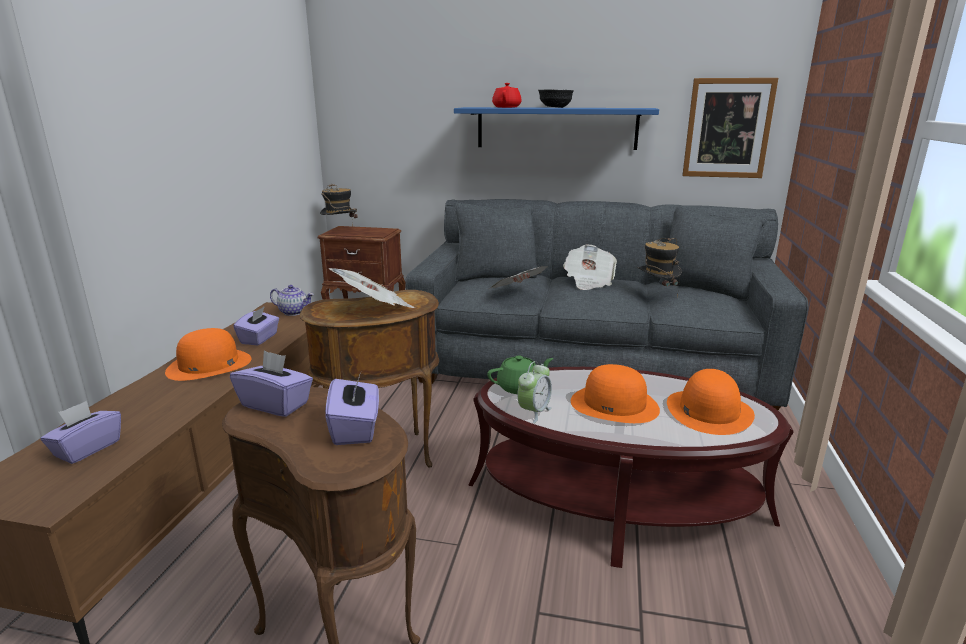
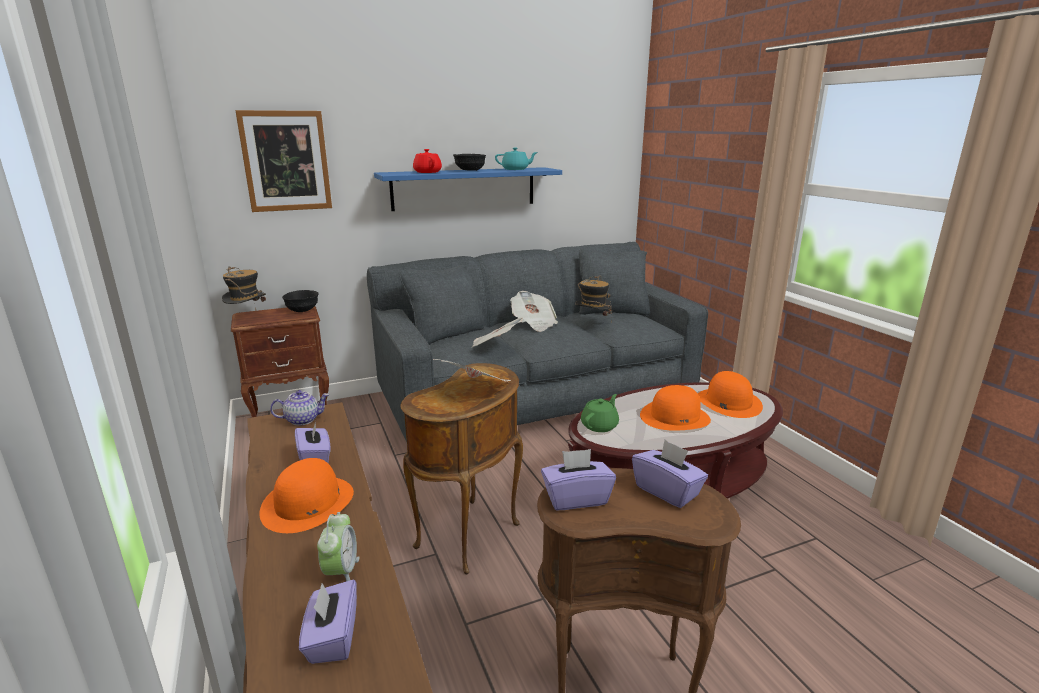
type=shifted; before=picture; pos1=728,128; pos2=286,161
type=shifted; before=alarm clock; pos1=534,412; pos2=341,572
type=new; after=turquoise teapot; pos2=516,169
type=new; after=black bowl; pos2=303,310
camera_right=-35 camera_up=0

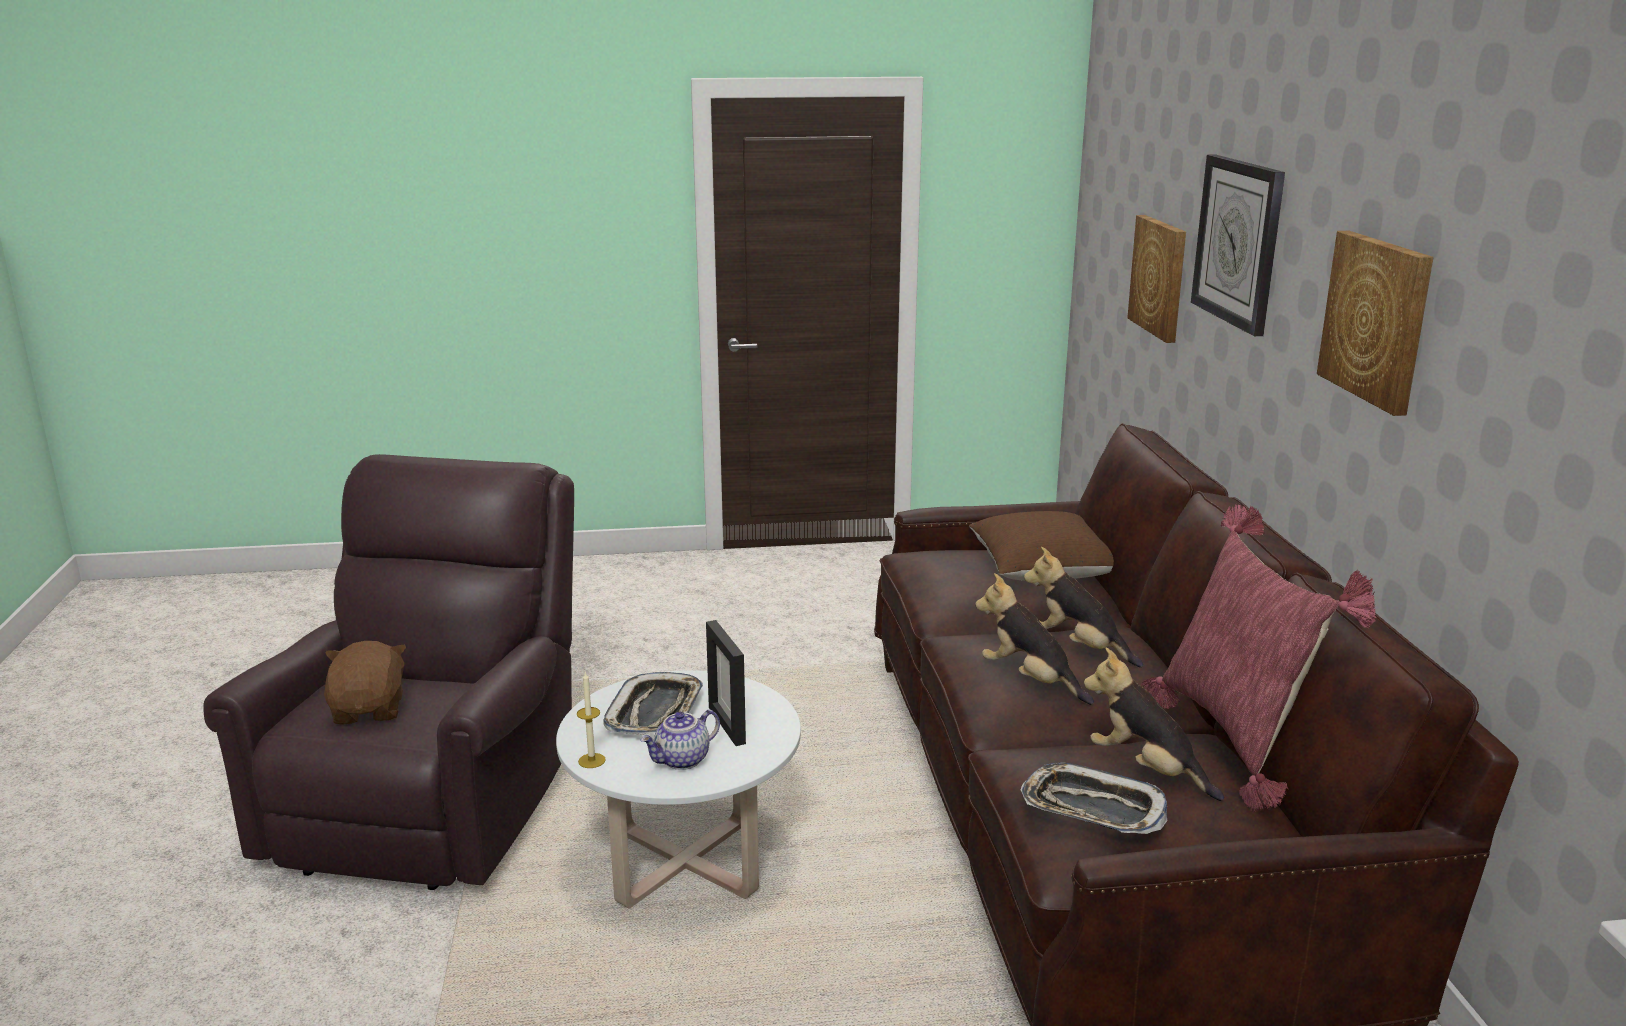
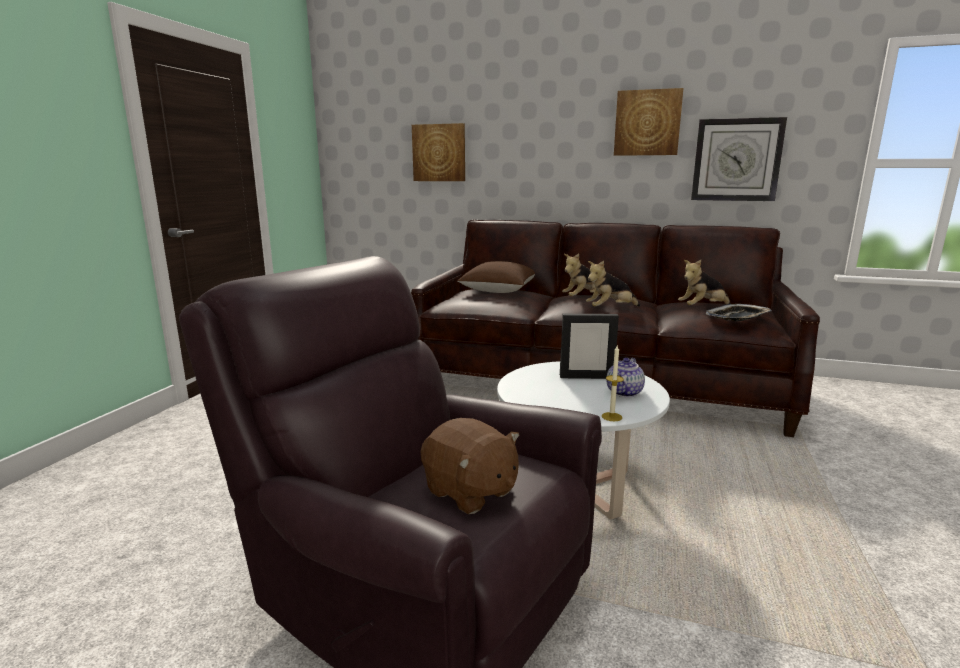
type=shifted; before=wall clock; pos1=1238,242; pos2=736,160
type=gone; before=red pillow; pos1=1237,752
type=rotated; before=brown plush toy; pos1=370,710; pos2=470,491; turn=-150
type=gone; before=tray; pos1=655,712
type=rotated; before=teapot; pos1=682,761; pos2=625,393; turn=45
camera_right=-65 camera_up=-5

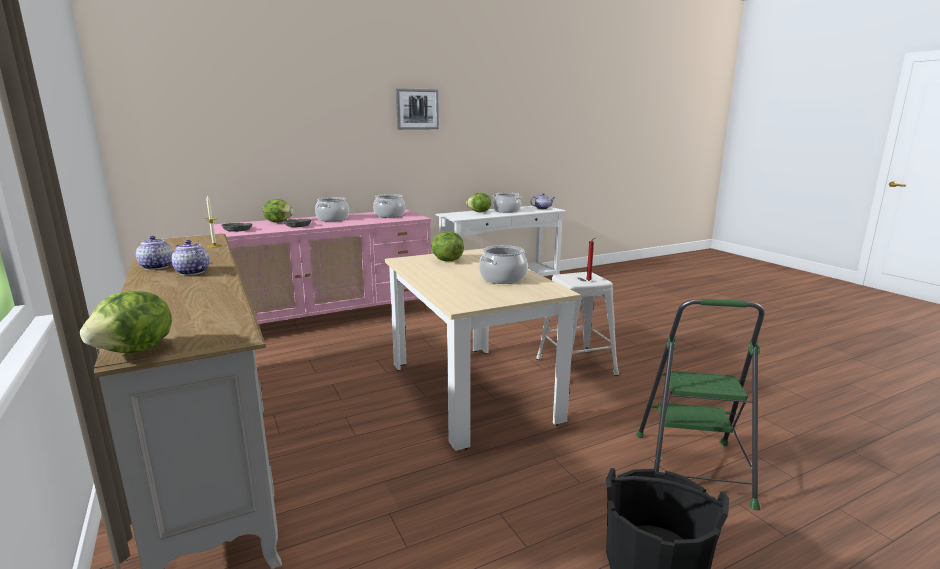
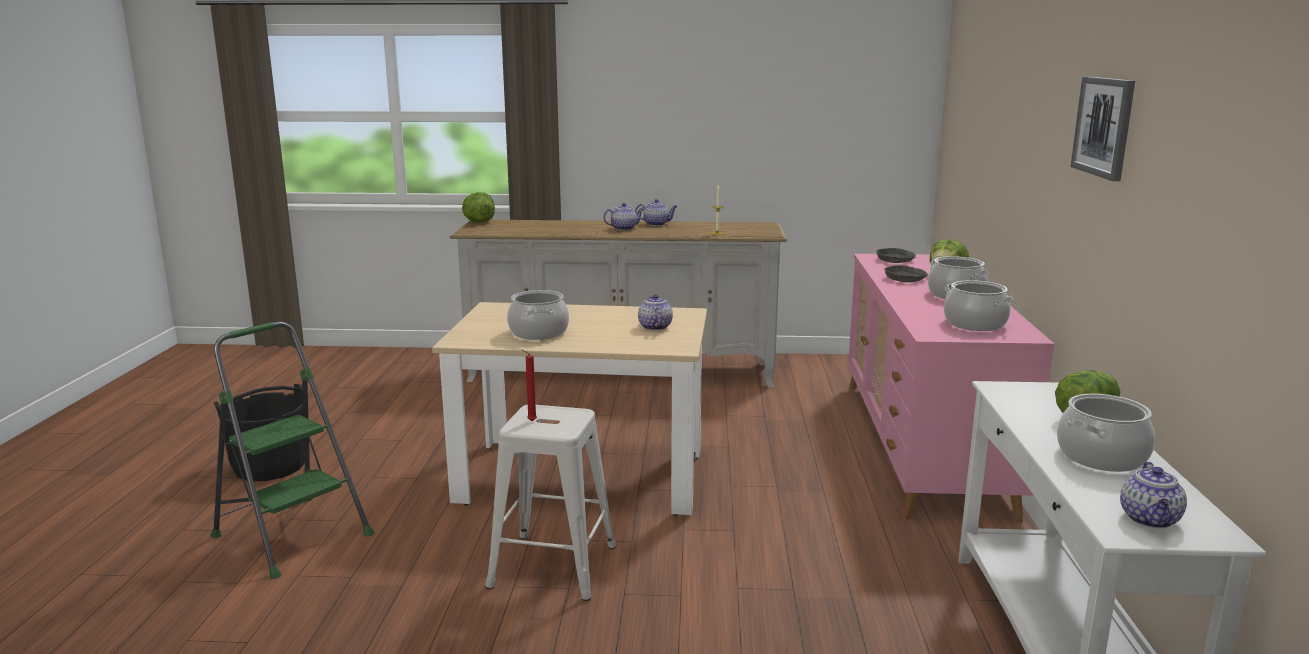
type=swapped; before=lettuce; after=teapot; pos1=446,260; pos2=654,327
camera_right=120 camera_up=0

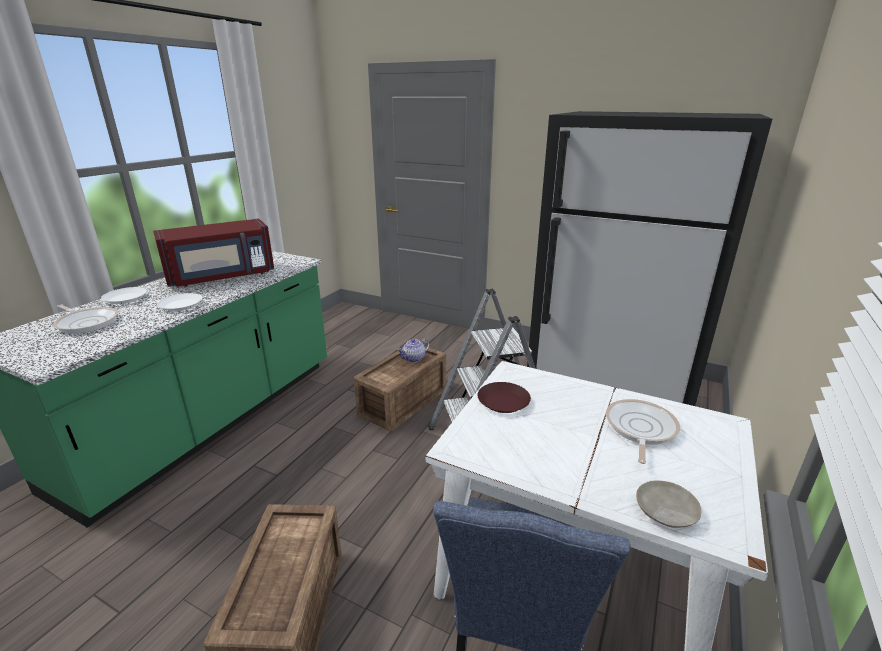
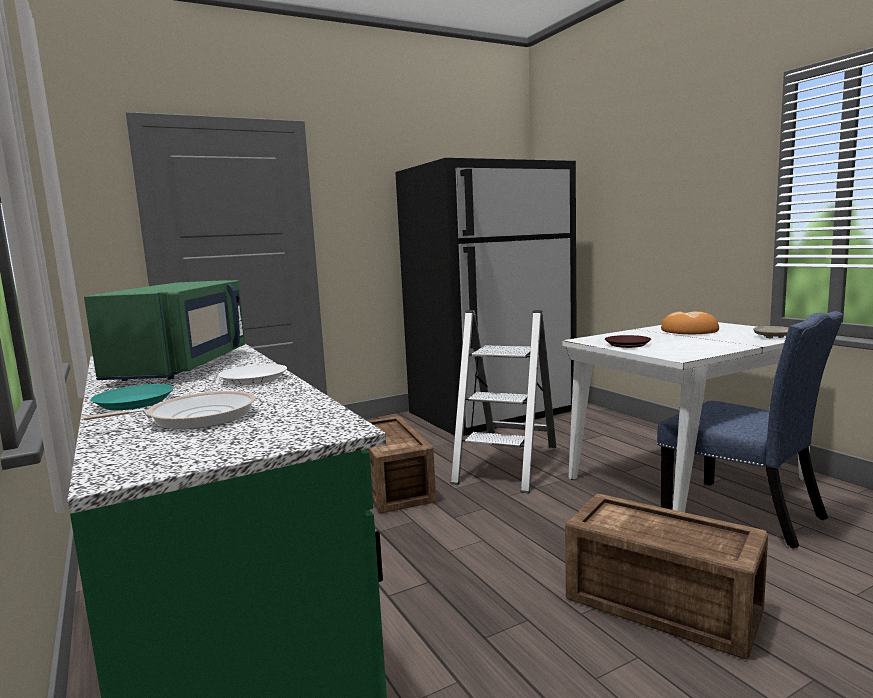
type=repainted; before=red microwave; after=green microwave; pos1=222,277; pos2=183,366
type=repainted; before=white plate; after=turquoise plate; pos1=125,299; pos2=134,403
type=gone; before=teapot; pos1=414,358
type=swapped; before=frying pan; after=bread; pos1=639,429; pos2=689,331
camera_right=-55 camera_up=-15

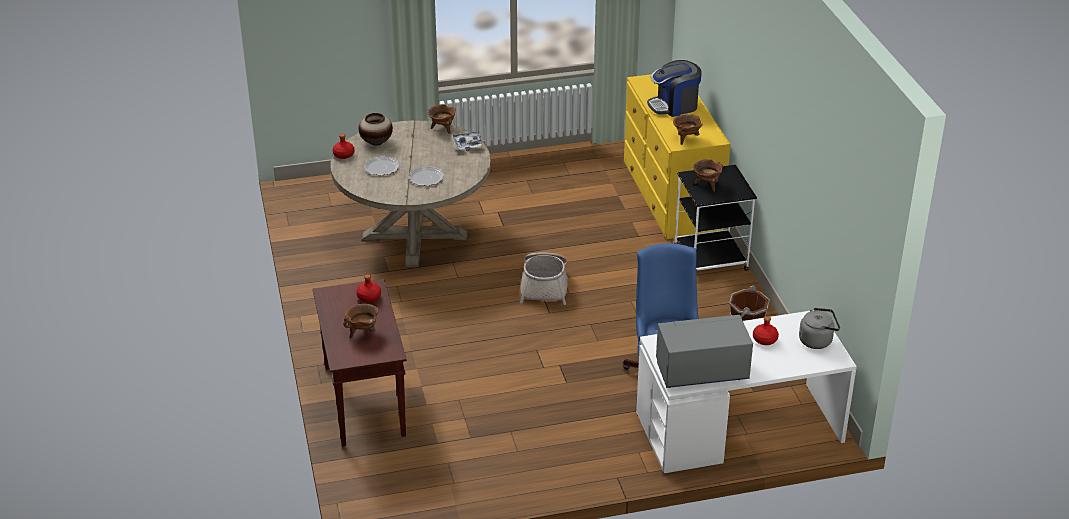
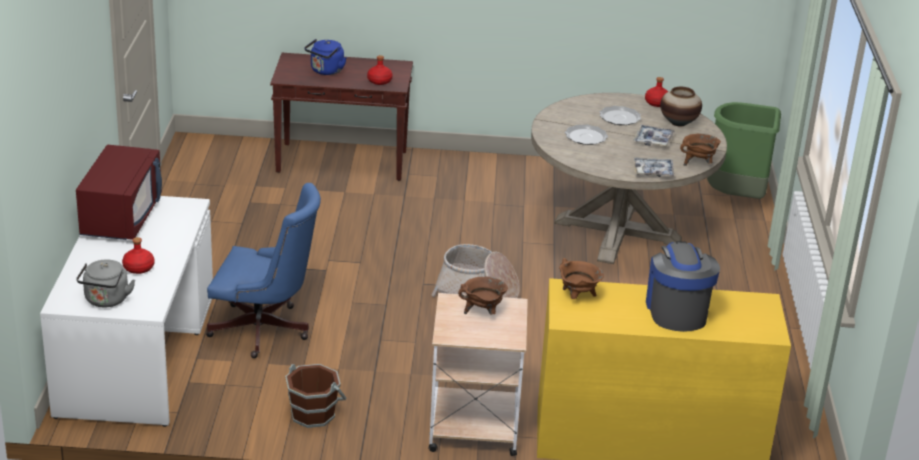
type=repainted; before=black cart; after=beige cart; pos1=711,259; pos2=472,427
type=swapped; before=brown cooking pot; after=blue kettle; pos1=363,332; pos2=326,71
type=repainted; before=grey microwave; after=red microwave; pos1=701,371; pos2=121,217
type=new; after=green trash can; pos2=737,197
type=new; after=tray; pos2=653,140
camera_right=105 camera_up=-5

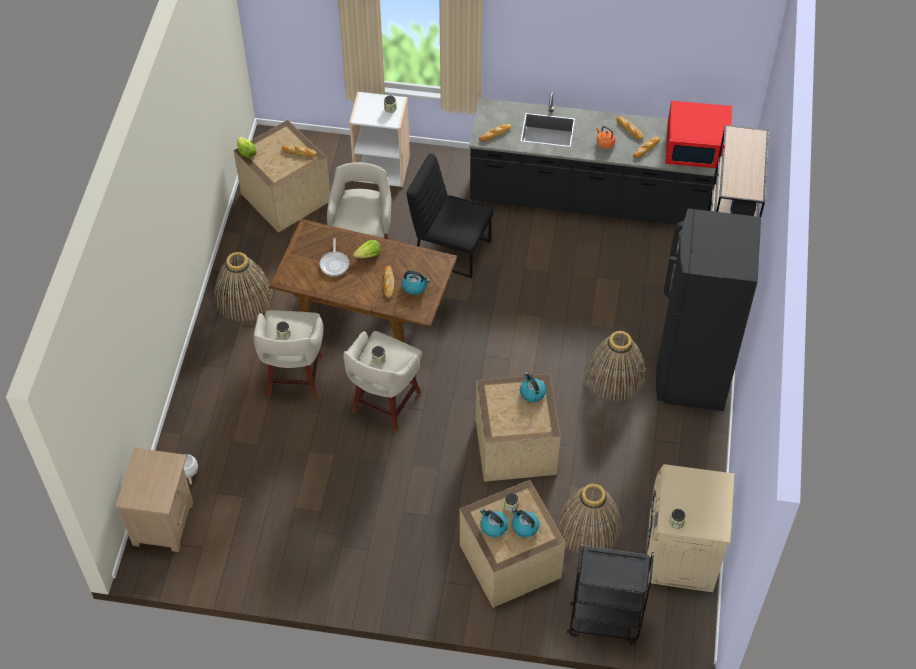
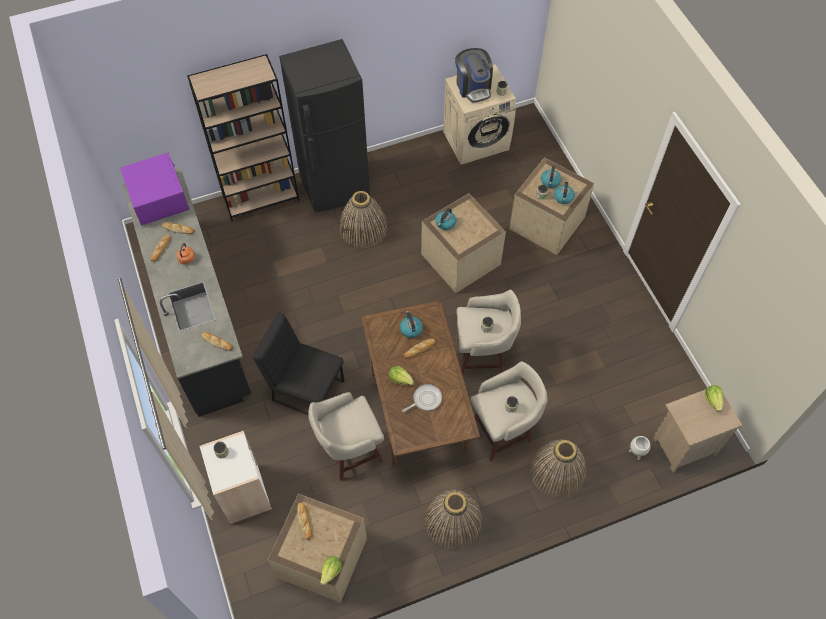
type=repainted; before=red microwave; after=purple microwave; pos1=697,147; pos2=158,198
type=rotated; before=black chair; pos1=450,249; pos2=306,389; turn=120
type=shifted; before=basket; pos1=588,527; pos2=557,471
type=gone; before=black cart; pos1=603,625
type=new; after=coffee machine; pos2=473,87
type=new; after=lettuce; pos2=713,400
camera_right=-120 camera_up=5

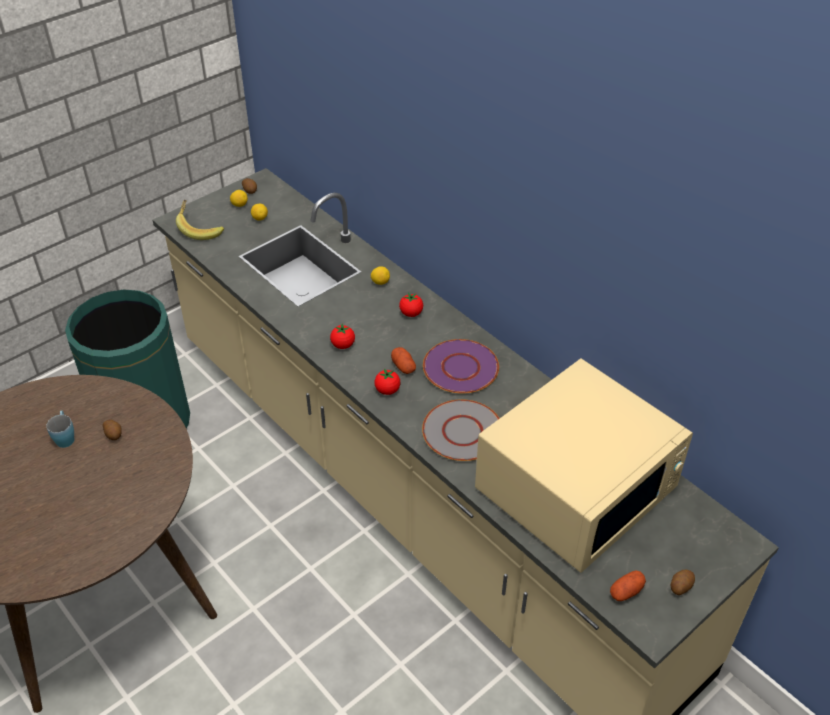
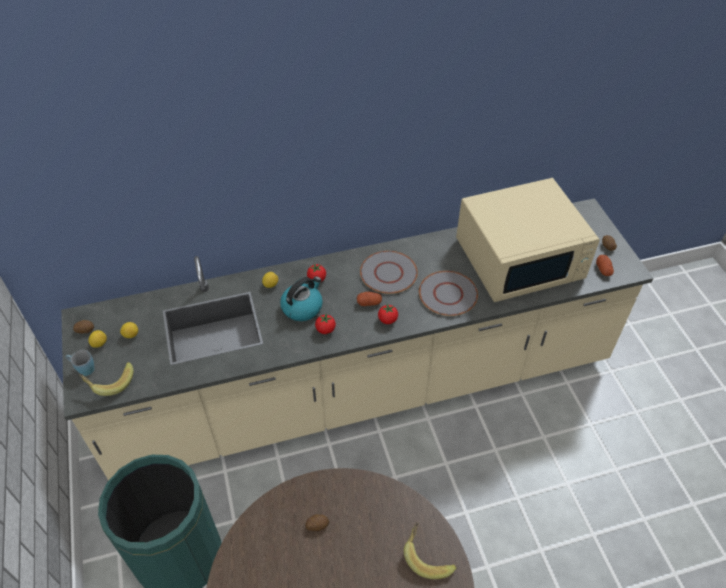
type=repainted; before=purple plate; after=grey plate; pos1=460,367; pos2=388,273
type=rotated; before=beige microwave; pos1=577,488; pos2=520,259; turn=90
type=shifted; before=blue mug; pos1=65,437; pos2=83,369
type=new; after=kettle; pos2=302,307
type=new; after=banana; pos2=428,556
camera_right=-65 camera_up=5

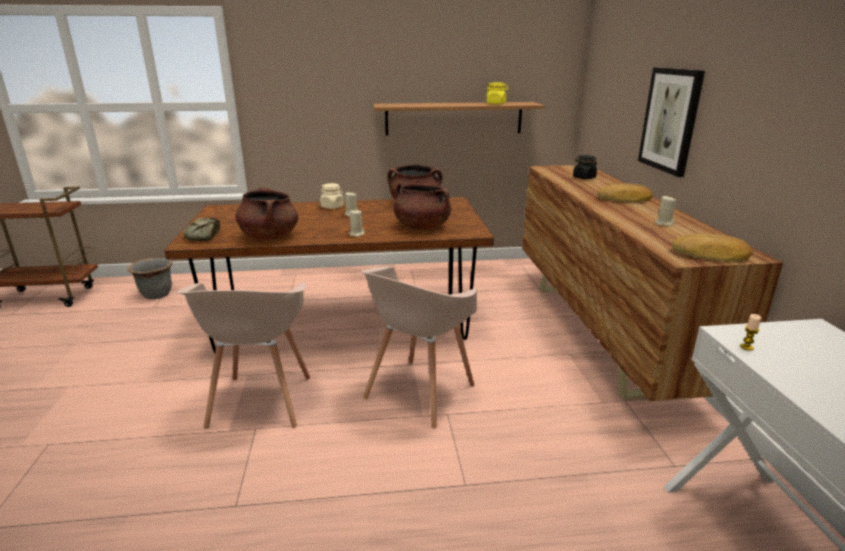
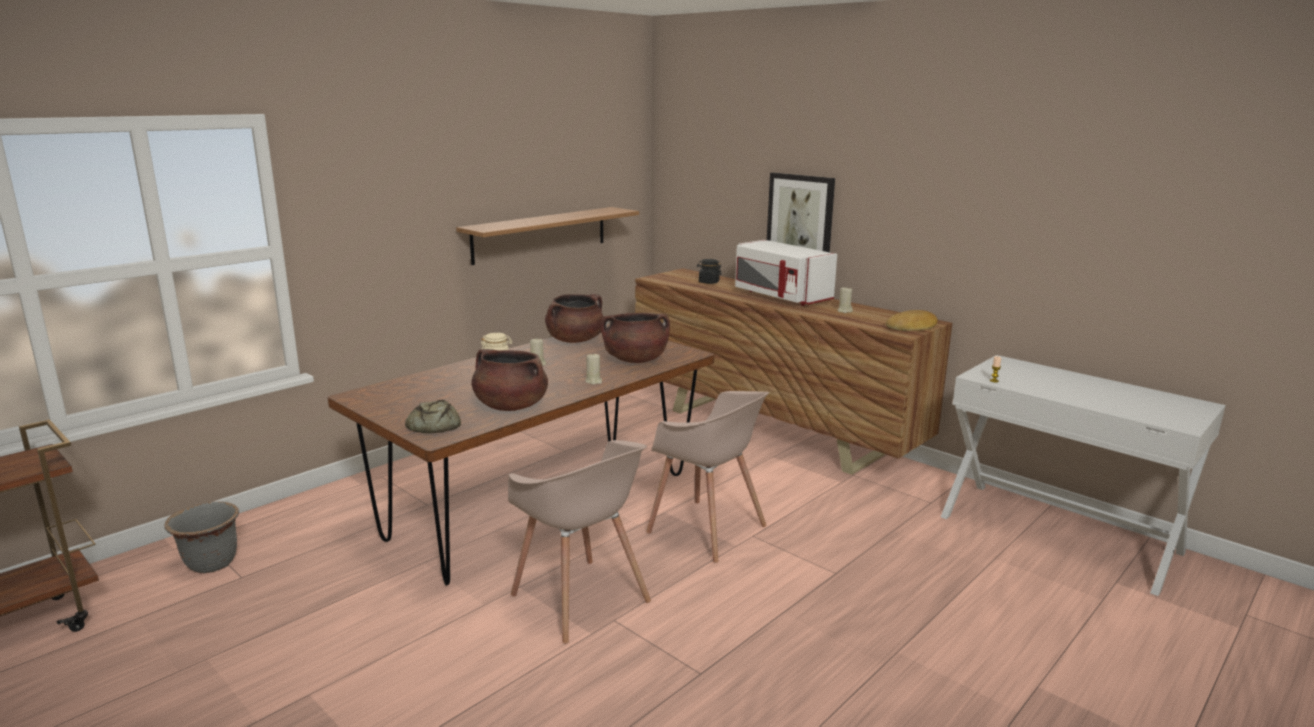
type=gone; before=yellow jar; pos1=496,103
type=swapped; before=bread; after=white microwave; pos1=625,199; pos2=780,296
type=rotated; before=beige chair; pos1=419,393; pos2=707,531; turn=-45
camera_right=-40 camera_up=-5

